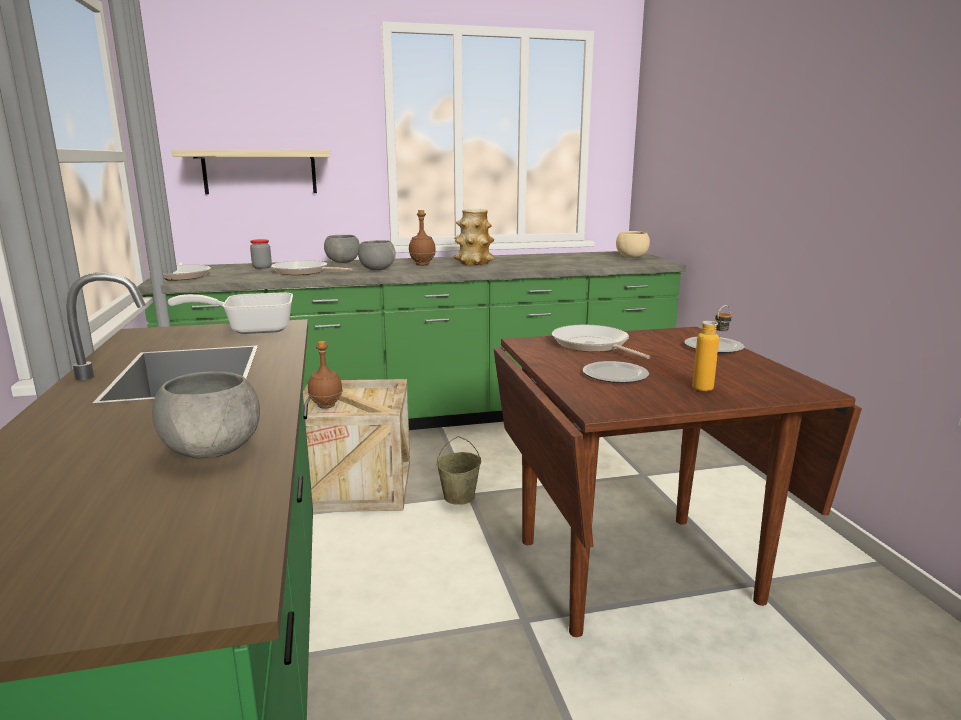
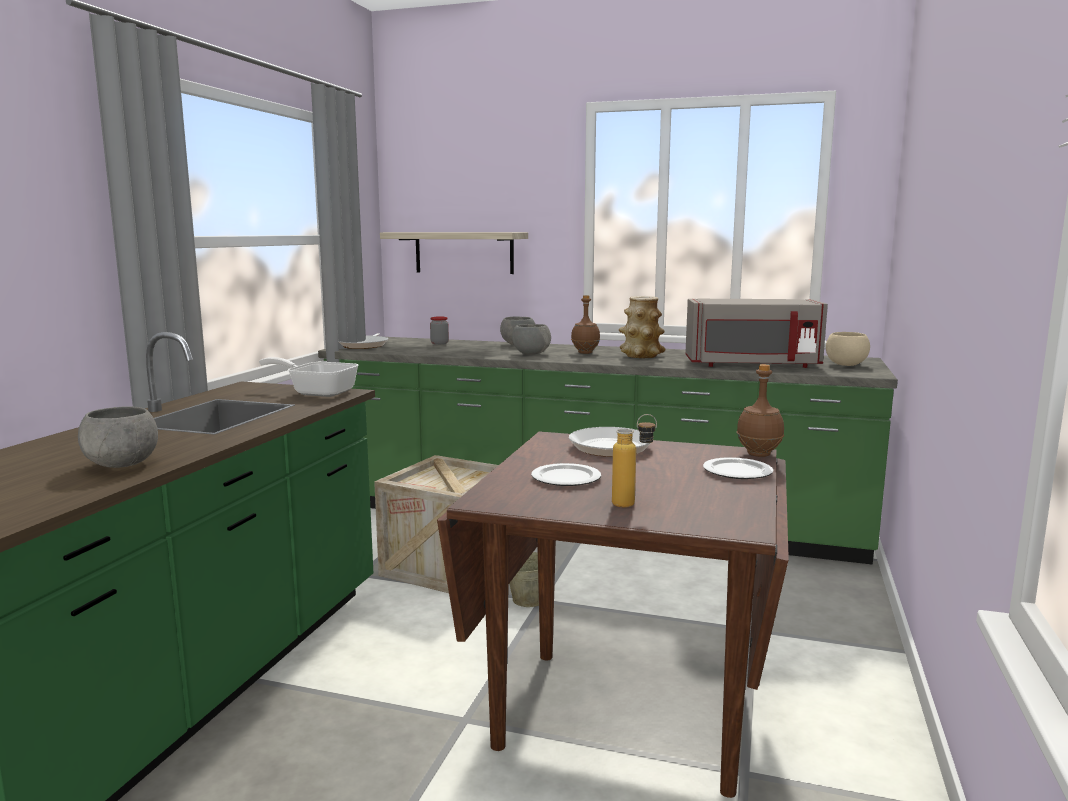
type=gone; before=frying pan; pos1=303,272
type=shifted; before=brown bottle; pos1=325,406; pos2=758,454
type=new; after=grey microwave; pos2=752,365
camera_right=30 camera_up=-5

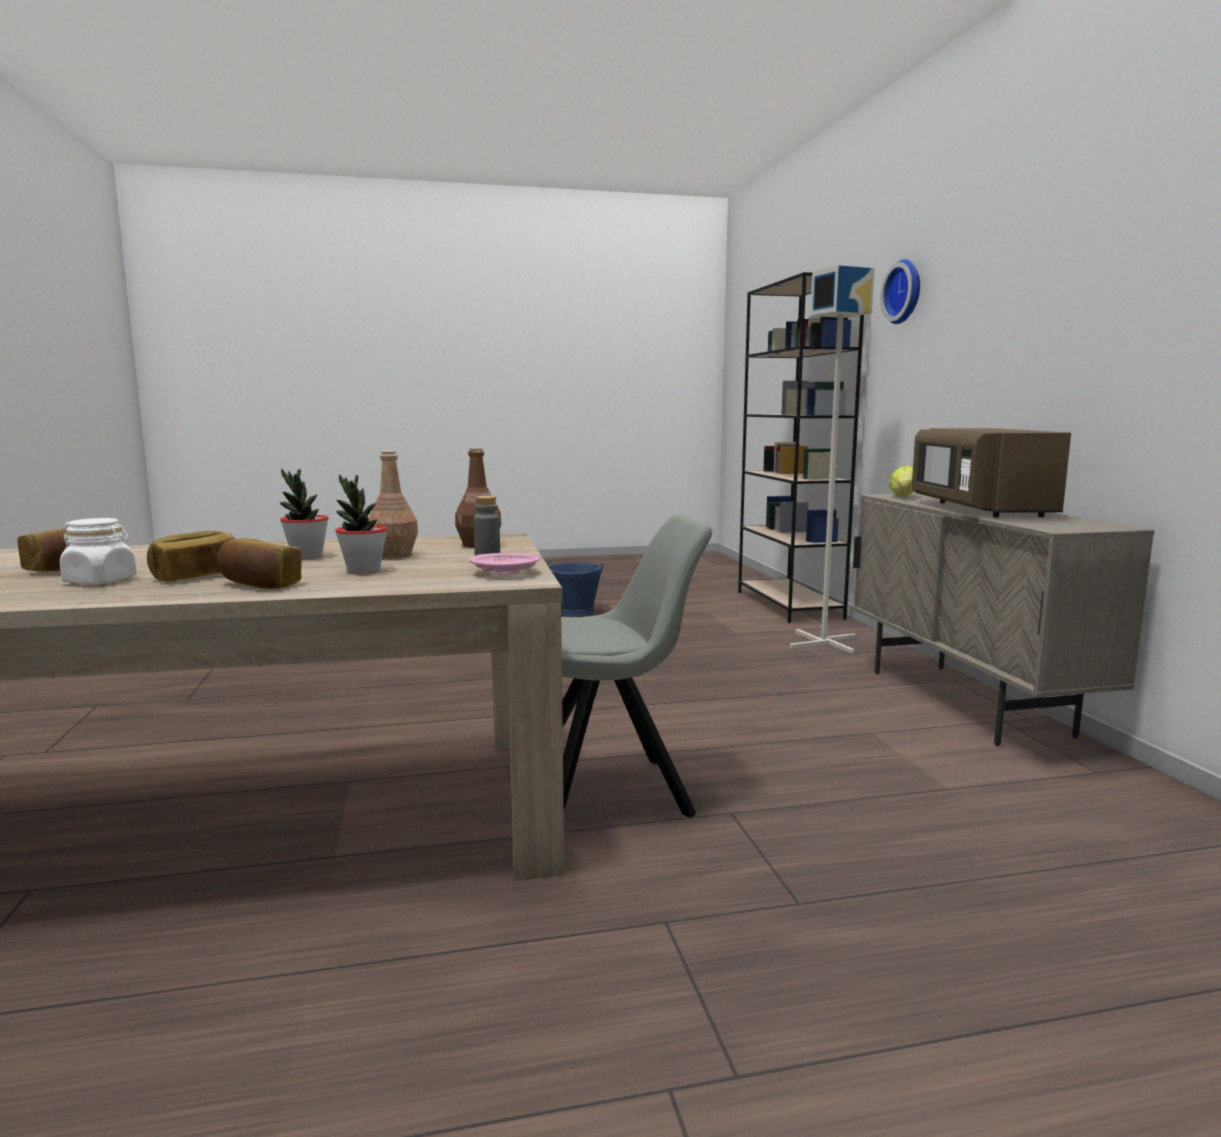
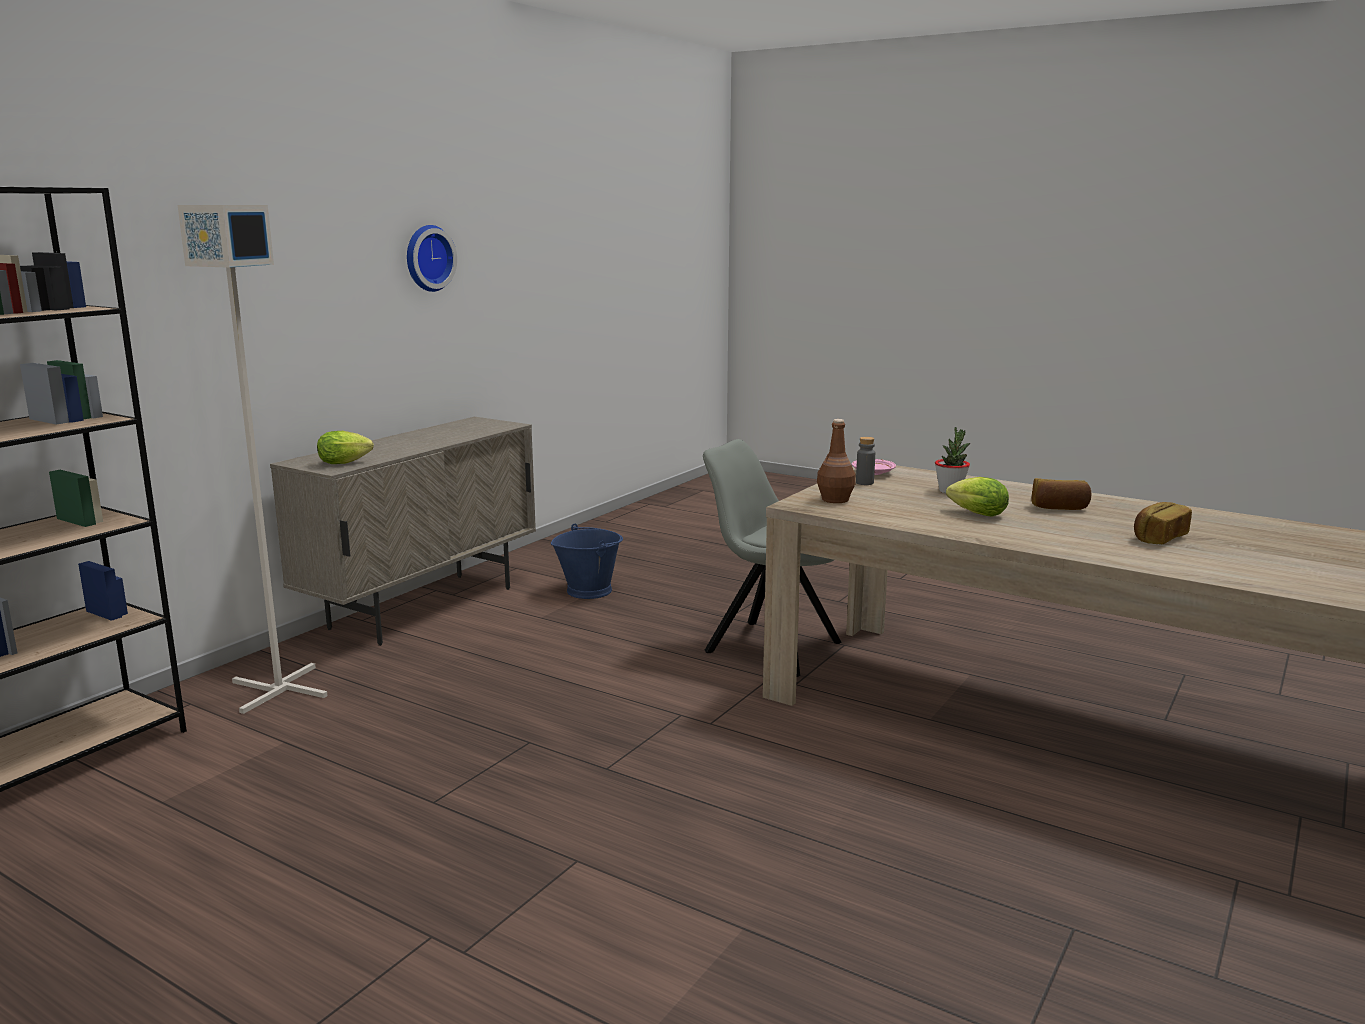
type=shifted; before=wall clock; pos1=905,292; pos2=427,258
type=gone; before=brown microwave; pos1=978,509
type=gone; before=brown bottle; pos1=394,555
type=swapped; before=potted plant; after=lettuce; pos1=307,556; pos2=974,514
type=gone; before=white jar; pos1=101,581
type=gone; before=bread; pos1=259,584
type=shifted; before=blue bucket; pos1=576,612; pos2=589,590
camera_right=-135 camera_up=5

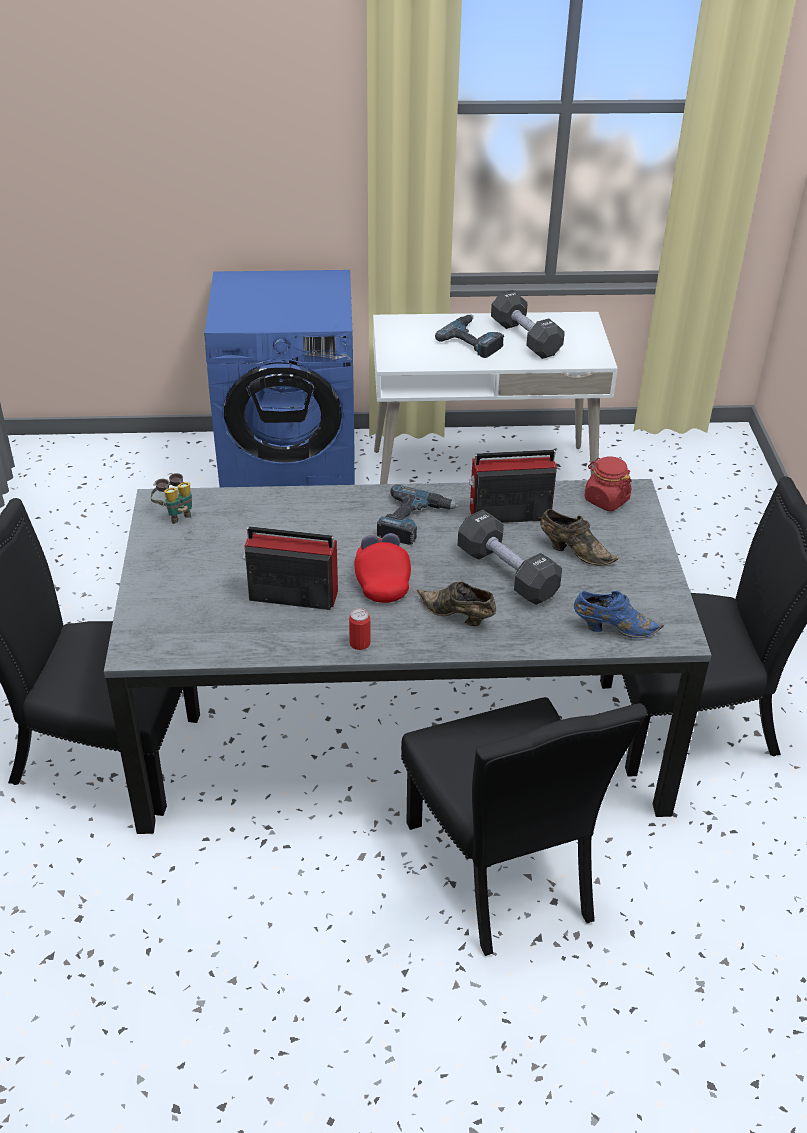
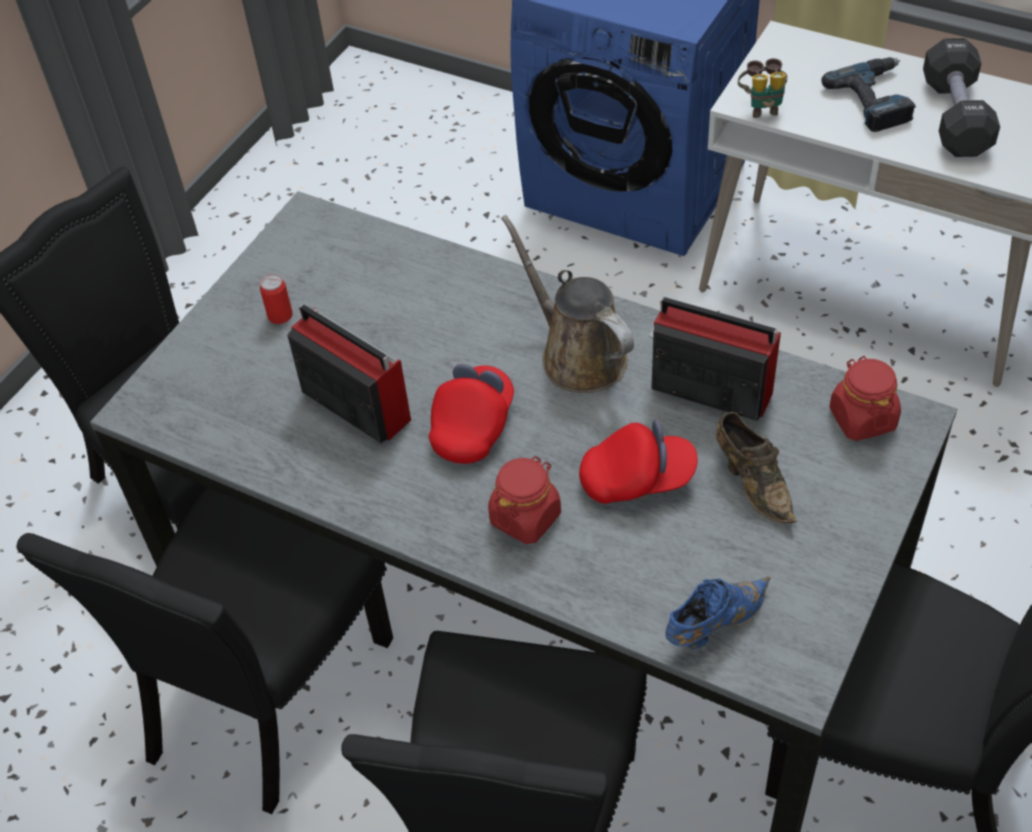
type=shifted; before=binoculars; pos1=175,514; pos2=762,107
type=swapped; before=power drill; after=brown watering can; pos1=414,521; pos2=577,355
type=swapped; before=black dumbbell; after=red cap; pos1=507,573; pos2=637,479
type=swapped; before=brown shoe; after=red jar; pos1=457,616; pos2=525,517
type=rotated; before=blue shoe; pos1=612,628; pos2=713,624; turn=-75
type=shifted; before=can; pos1=360,643; pos2=280,315
type=new; after=black chair; pos2=268,690
camera_right=35 camera_up=10

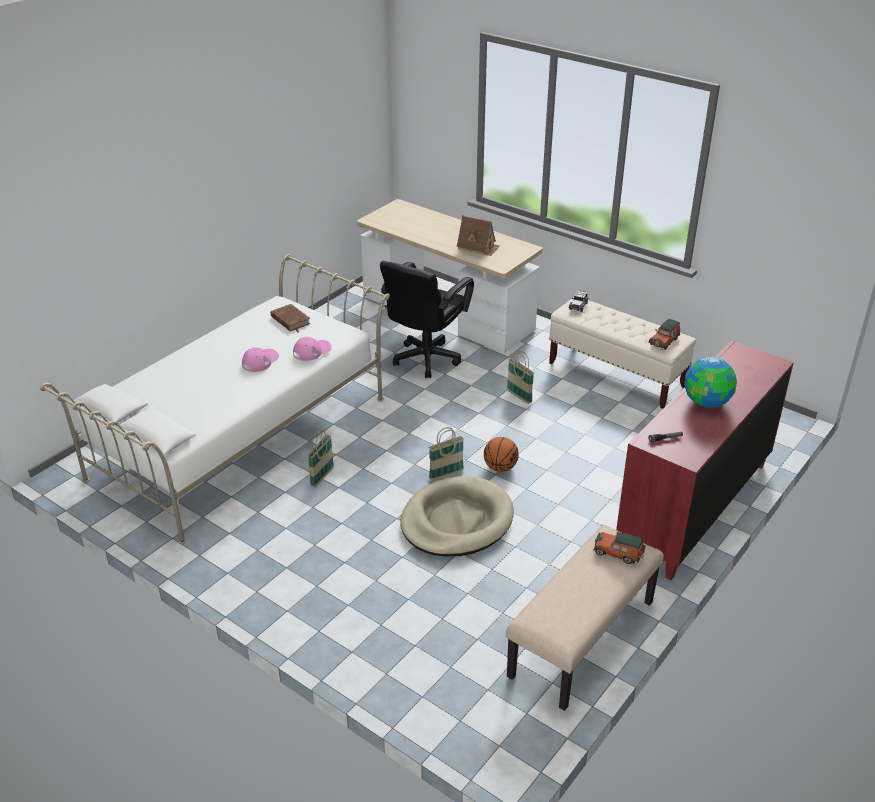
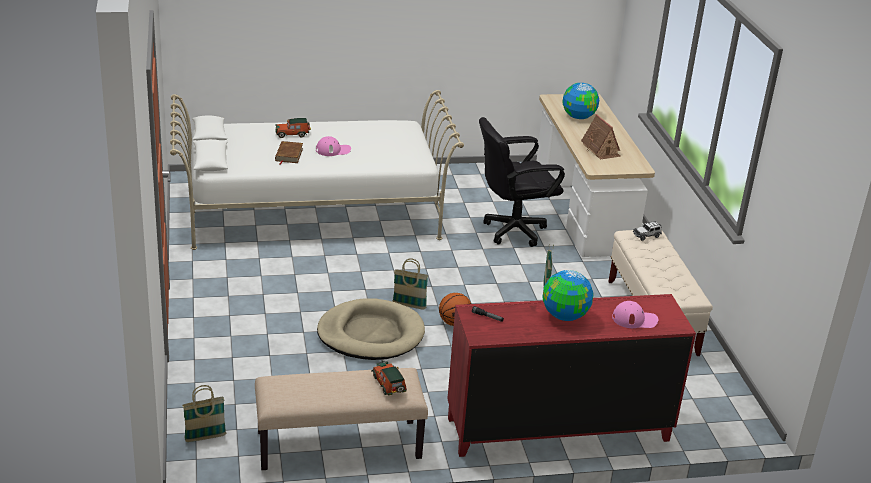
type=shifted; before=brown book; pos1=290,320; pos2=288,155
type=shifted; before=toy car; pos1=664,341; pos2=293,134
type=shifted; before=pink cap; pos1=312,351; pos2=634,319
type=shifted; before=basket; pos1=322,477; pos2=205,437
type=new; after=globe; pos2=578,117
camera_right=40 camera_up=-5

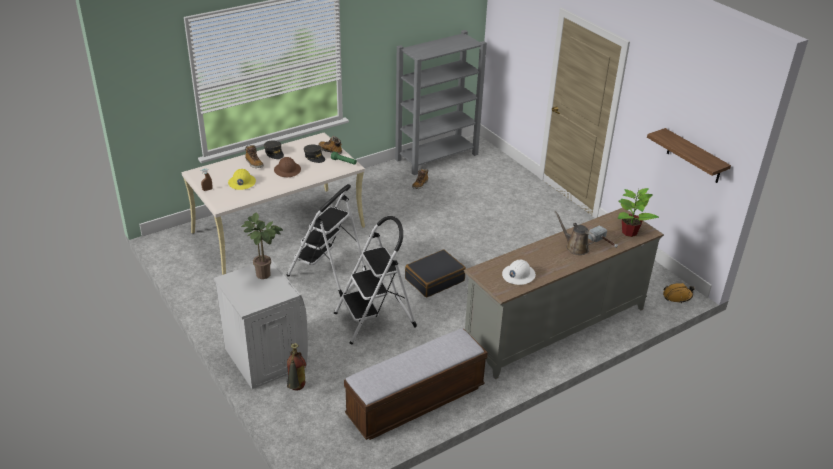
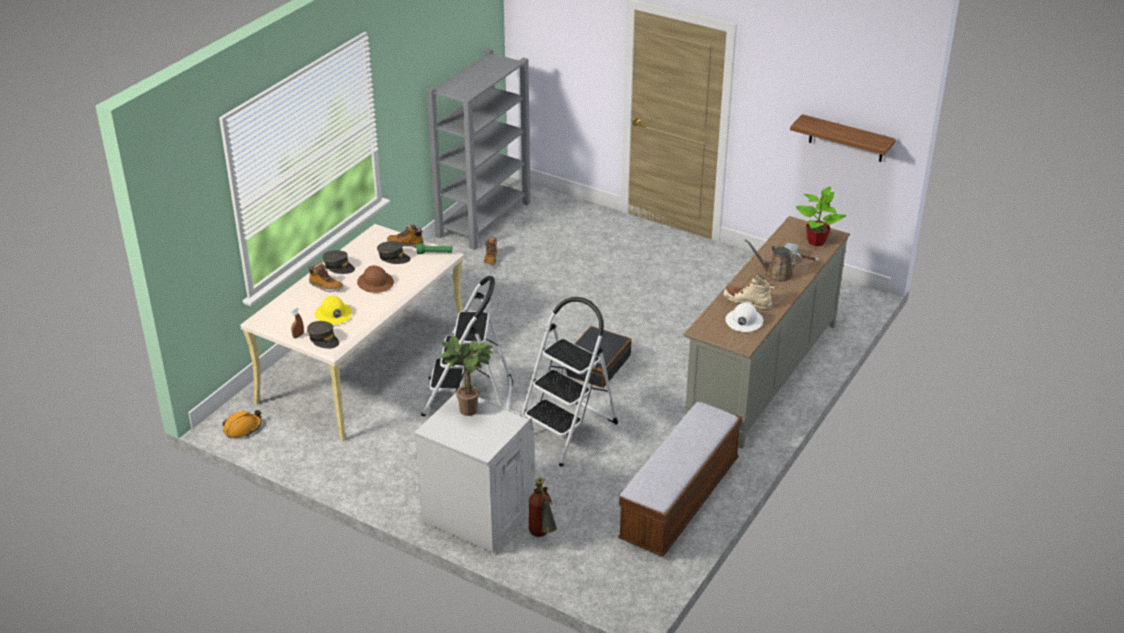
type=shifted; before=orange hard hat; pos1=677,296; pos2=242,428
type=new; after=beige boot; pos2=747,301
type=new; after=grey cap; pos2=323,339
camera_right=-25 camera_up=0

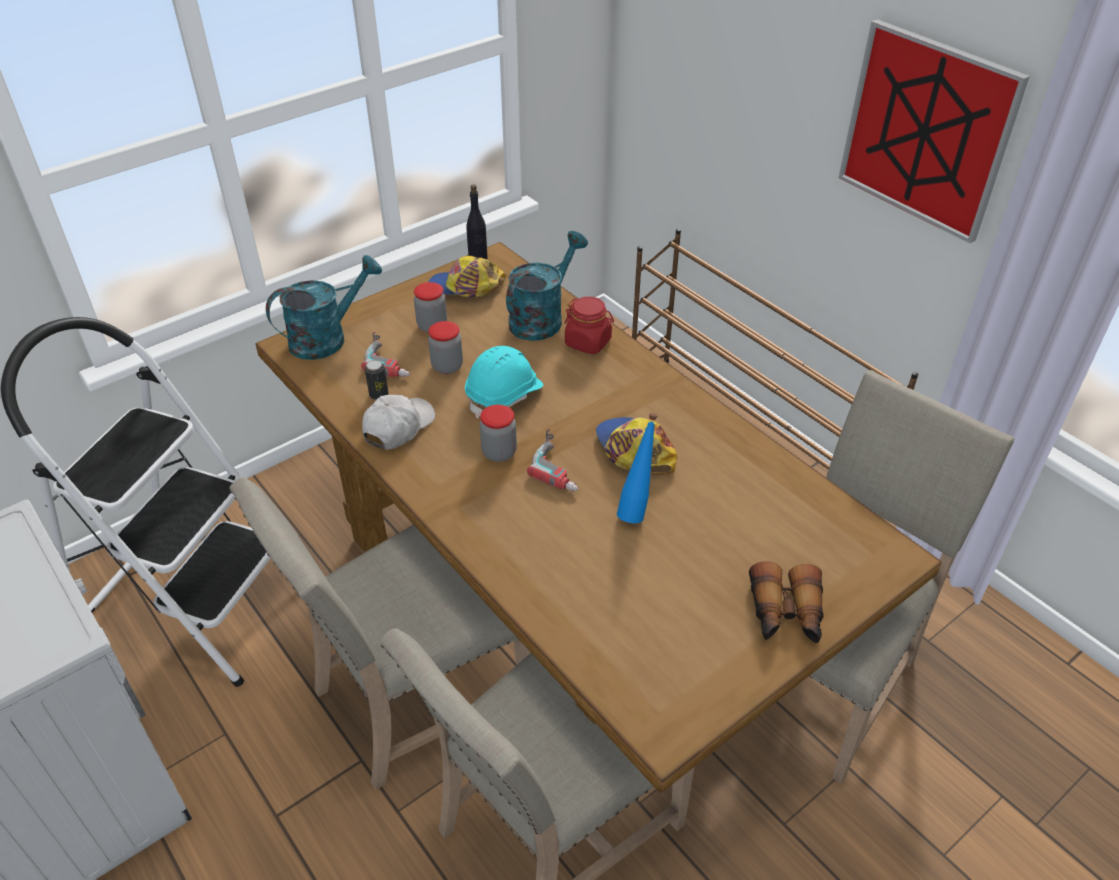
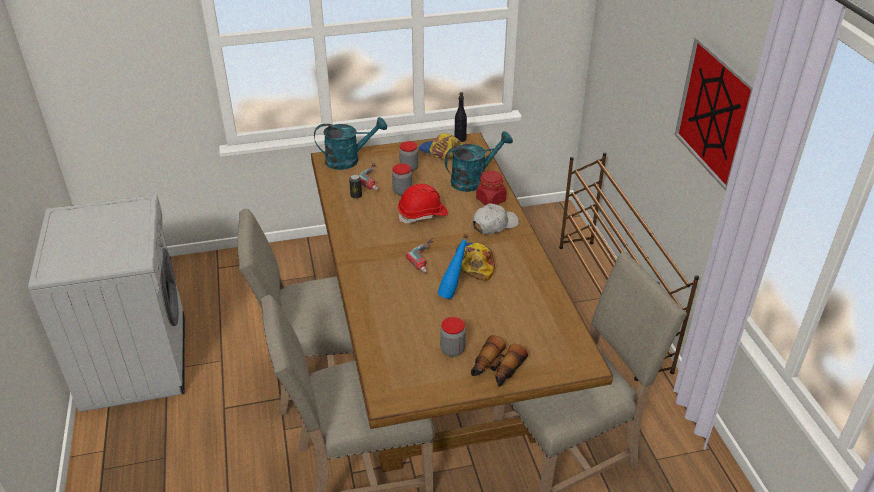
type=gone; before=step ladder; pos1=193,599
type=repainted; before=turquoise hard hat; after=red hard hat; pos1=504,395; pos2=423,215
type=shifted; before=white cap; pos1=398,427; pos2=494,224
type=shifted; before=jar; pos1=499,452; pos2=452,350
camera_right=25 camera_up=-5

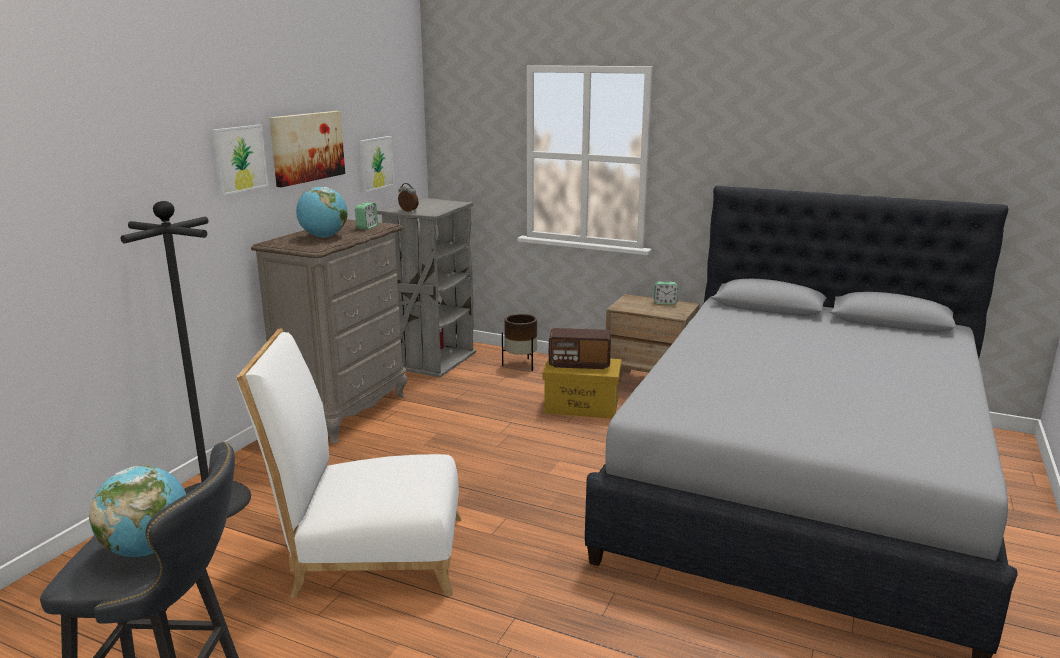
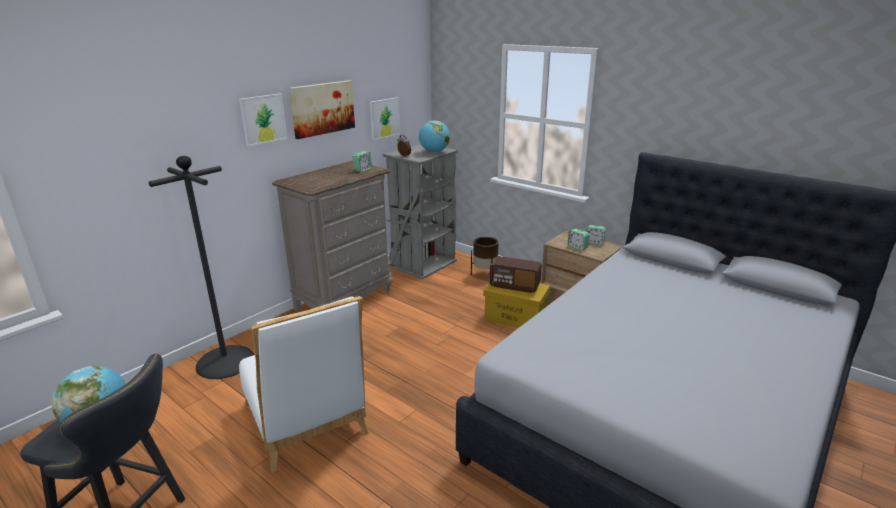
type=shifted; before=globe; pos1=324,237; pos2=434,152
type=rotated; before=white chair; pos1=369,554; pos2=307,424; turn=-135
type=new; after=alarm clock; pos2=577,247
camera_right=15 camera_up=5

